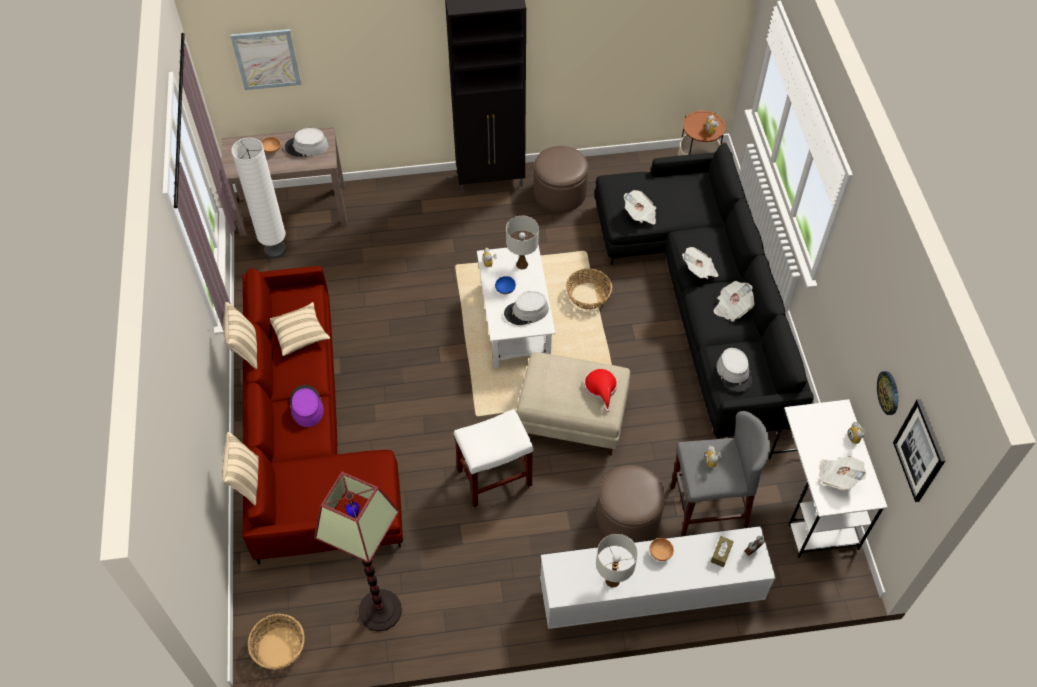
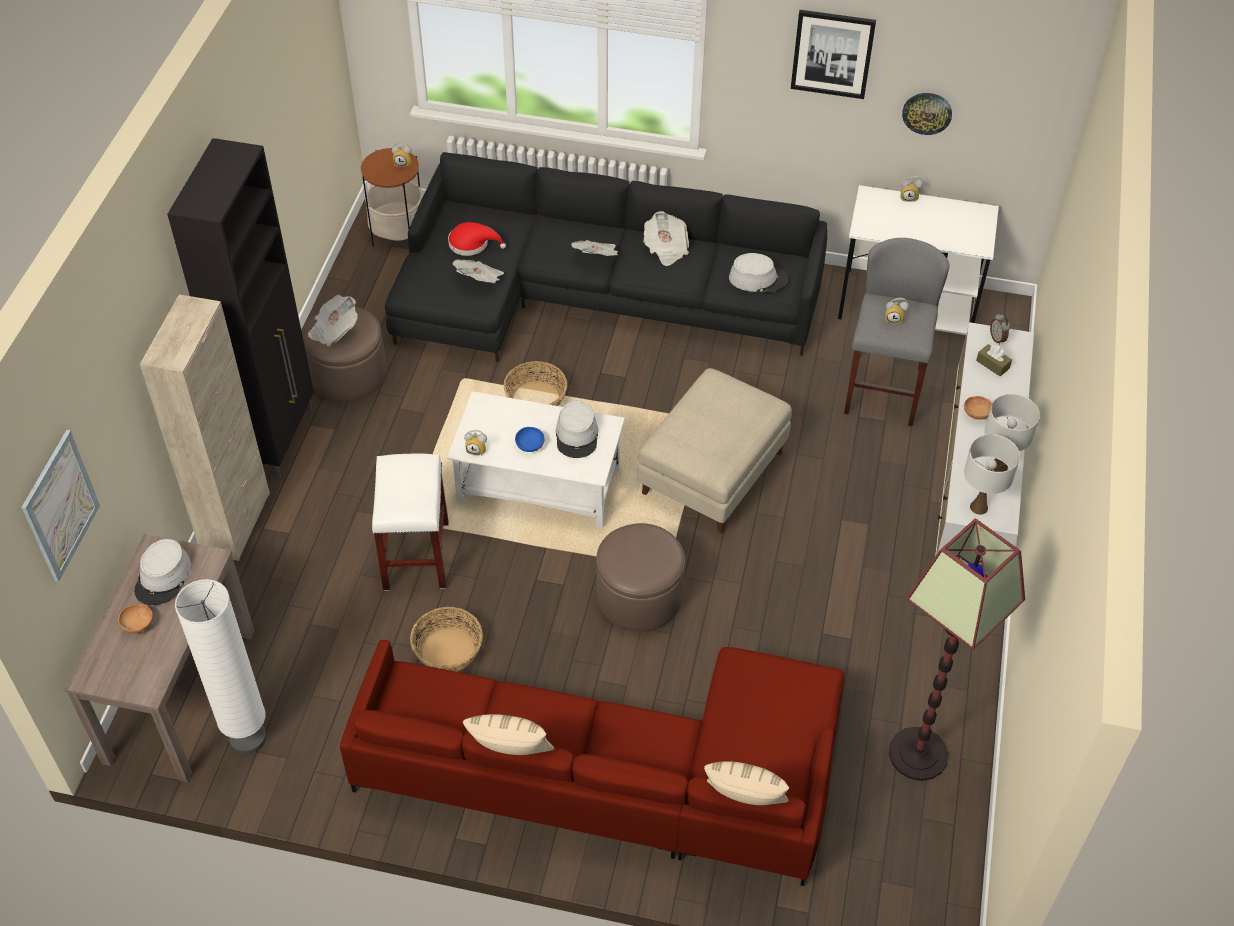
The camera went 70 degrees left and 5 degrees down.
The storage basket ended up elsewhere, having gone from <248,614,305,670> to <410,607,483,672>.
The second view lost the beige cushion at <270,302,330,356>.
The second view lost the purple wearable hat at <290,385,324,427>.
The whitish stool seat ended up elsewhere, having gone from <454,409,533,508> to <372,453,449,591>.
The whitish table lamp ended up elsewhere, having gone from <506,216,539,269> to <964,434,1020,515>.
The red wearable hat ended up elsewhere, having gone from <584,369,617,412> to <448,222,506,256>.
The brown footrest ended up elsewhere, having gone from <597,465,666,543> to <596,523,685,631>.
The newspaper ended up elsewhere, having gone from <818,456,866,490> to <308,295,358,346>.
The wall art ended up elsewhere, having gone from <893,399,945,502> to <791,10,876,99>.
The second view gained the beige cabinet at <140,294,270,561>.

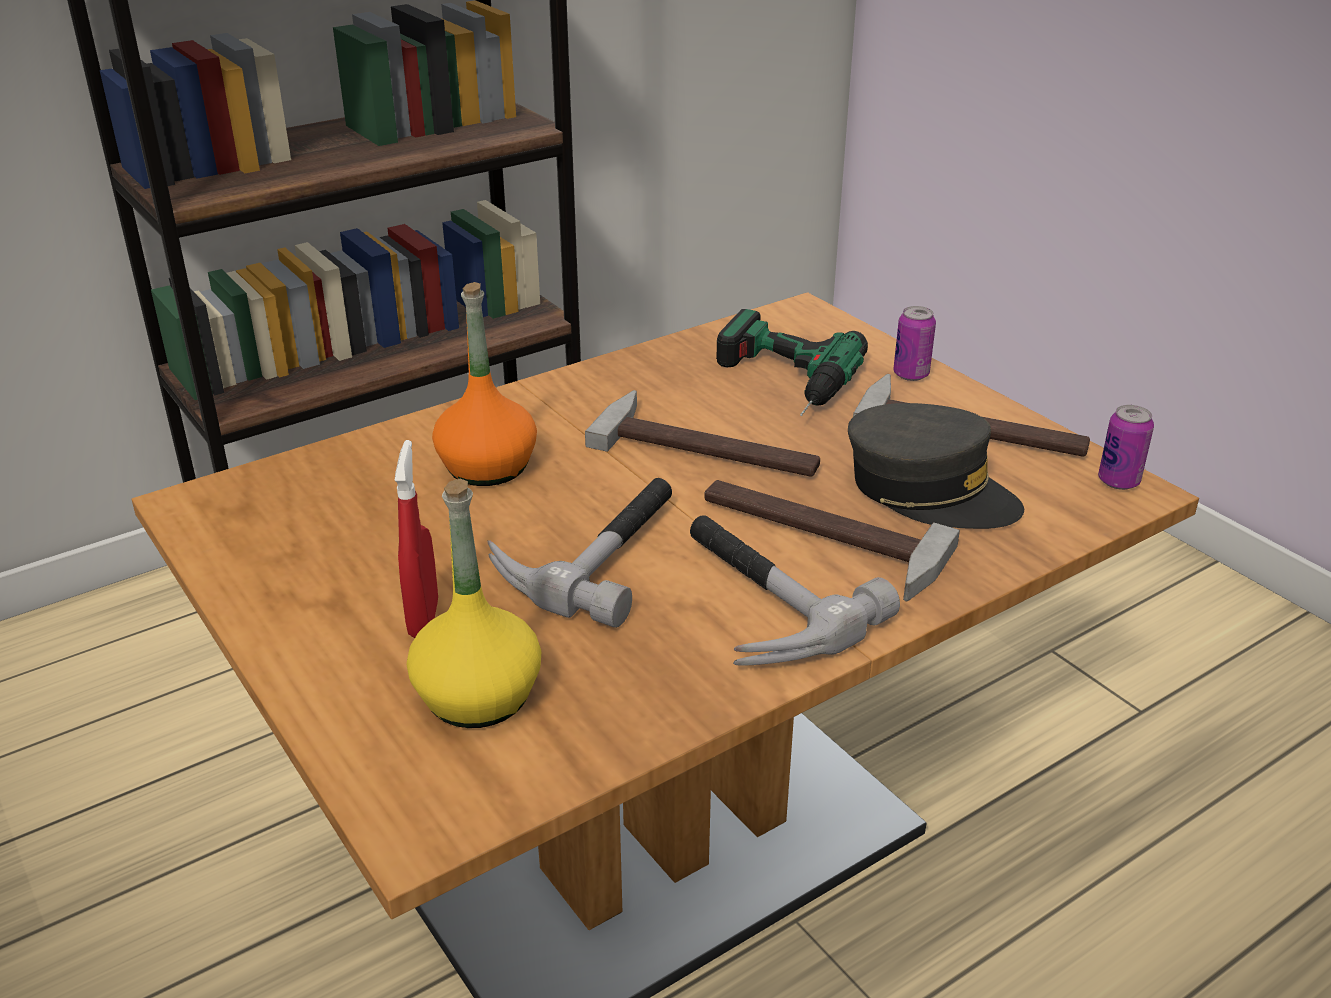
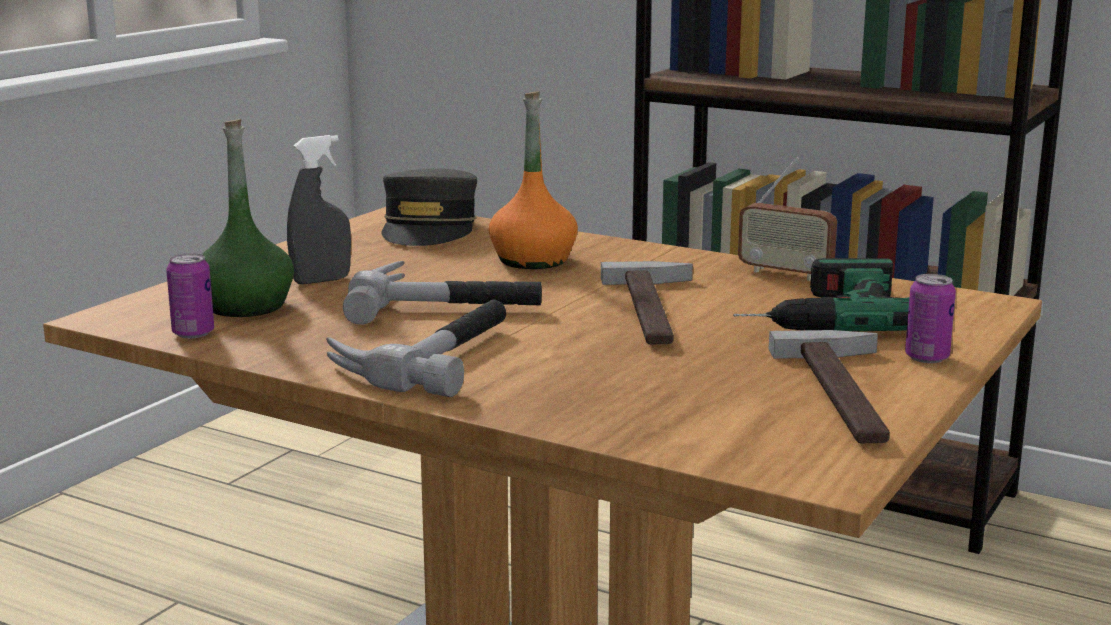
The camera went 65 degrees right and 15 degrees down.
What was the red hand sprayer at <395,440,438,638> turned into the gray hand sprayer at <287,135,351,284>.
What was the yellowish drink bottle at <407,479,541,728> turned into the green drink bottle at <201,119,294,317>.
The second view lost the hammer at <704,480,960,601>.
The gray peaked cap ended up elsewhere, having gone from <848,403,1024,529> to <382,169,477,246>.
The metal can ended up elsewhere, having gone from <1098,405,1154,490> to <166,253,214,338>.
The second view gained the radio receiver at <738,157,837,281>.

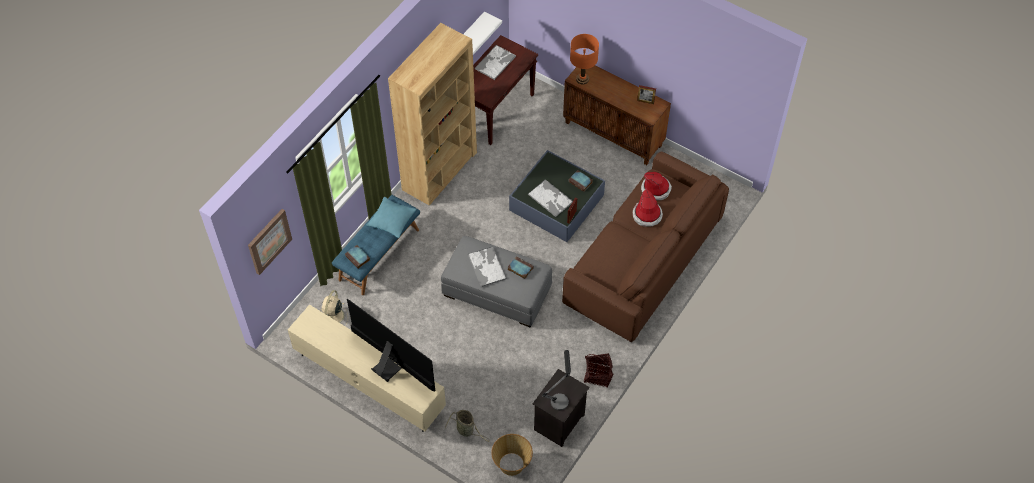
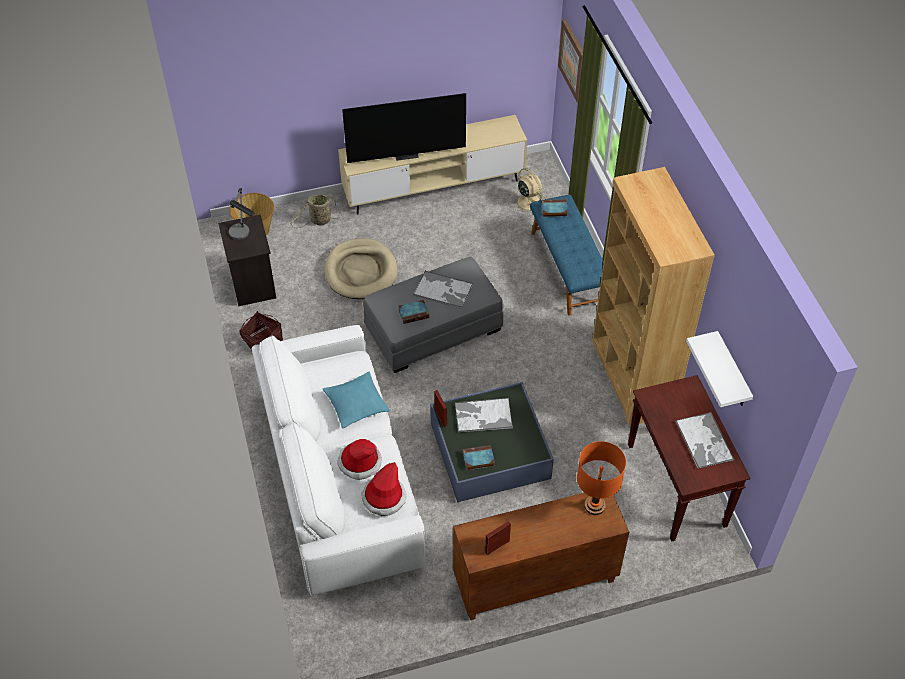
The camera went 130 degrees right and 5 degrees down.
The turquoise-coloured cushion ended up elsewhere, having gone from <366,197,416,238> to <323,372,390,428>.
What was the brown sofa at <562,151,729,342> turned into the whitish sofa at <252,325,426,596>.
The second view gained the beige dog cushion at <325,238,397,299>.

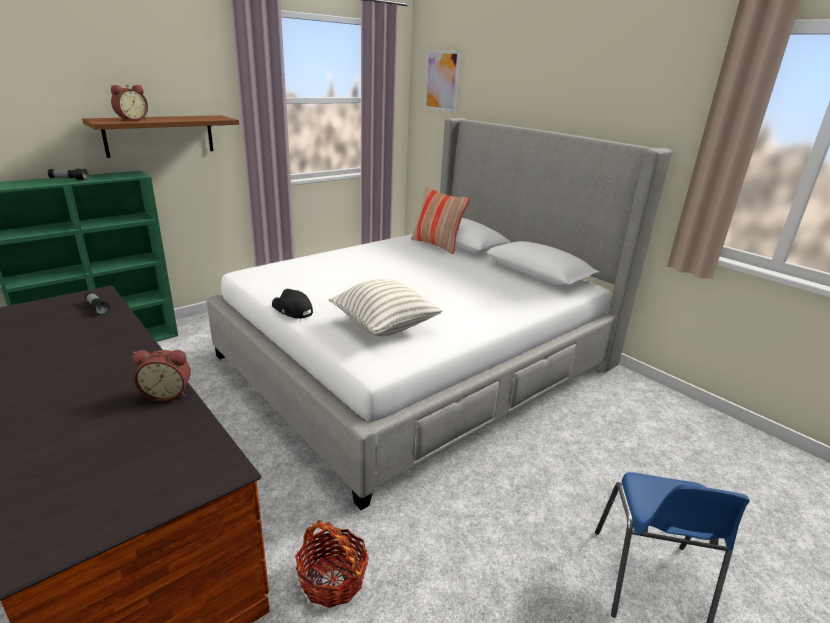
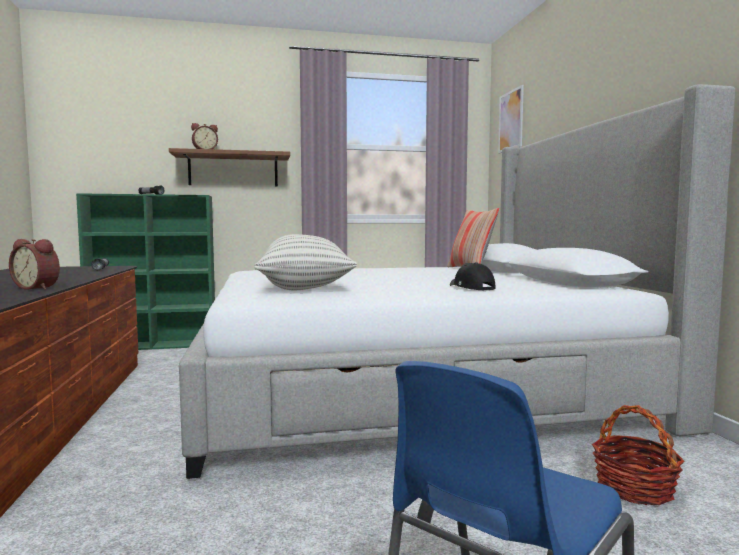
The camera went 30 degrees right and 20 degrees down.
The black peaked cap ended up elsewhere, having gone from <272,289,313,319> to <450,262,496,290>.
The storage basket ended up elsewhere, having gone from <295,520,369,608> to <592,405,685,505>.

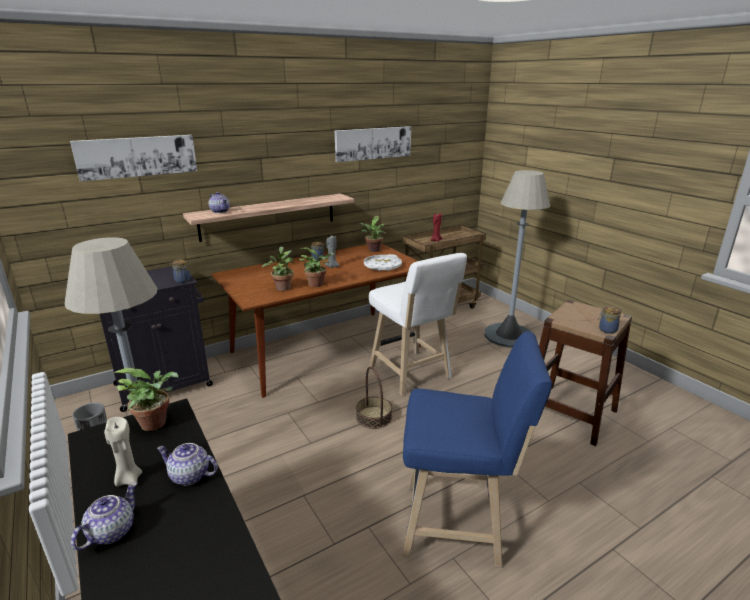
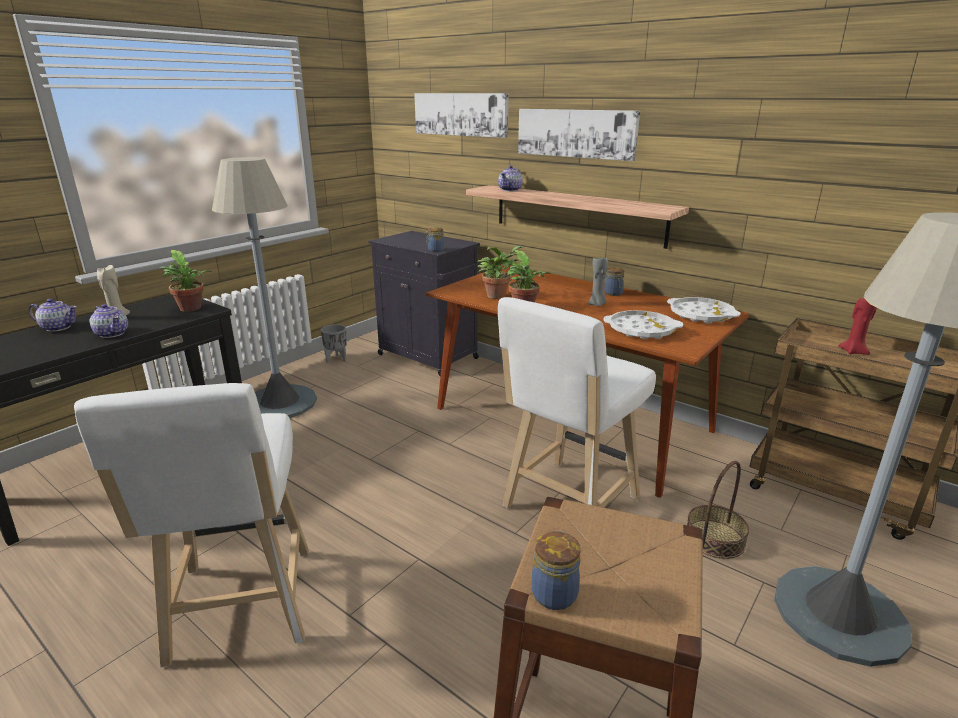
The camera went 70 degrees right and 0 degrees up.
The tea pot at <157,443,218,486> ended up facing another way, 135 degrees clockwise from before.
The wall art ended up elsewhere, having gone from <335,126,411,162> to <518,109,640,161>.
The storage basket ended up elsewhere, having gone from <356,366,392,429> to <687,461,749,559>.
Where the potted plant stood at <358,216,387,252>, the whitish serving tray came to stand at <667,297,741,324>.
What was the bluish stool seat at <403,331,552,568> turned into the whitish stool seat at <74,383,309,667>.

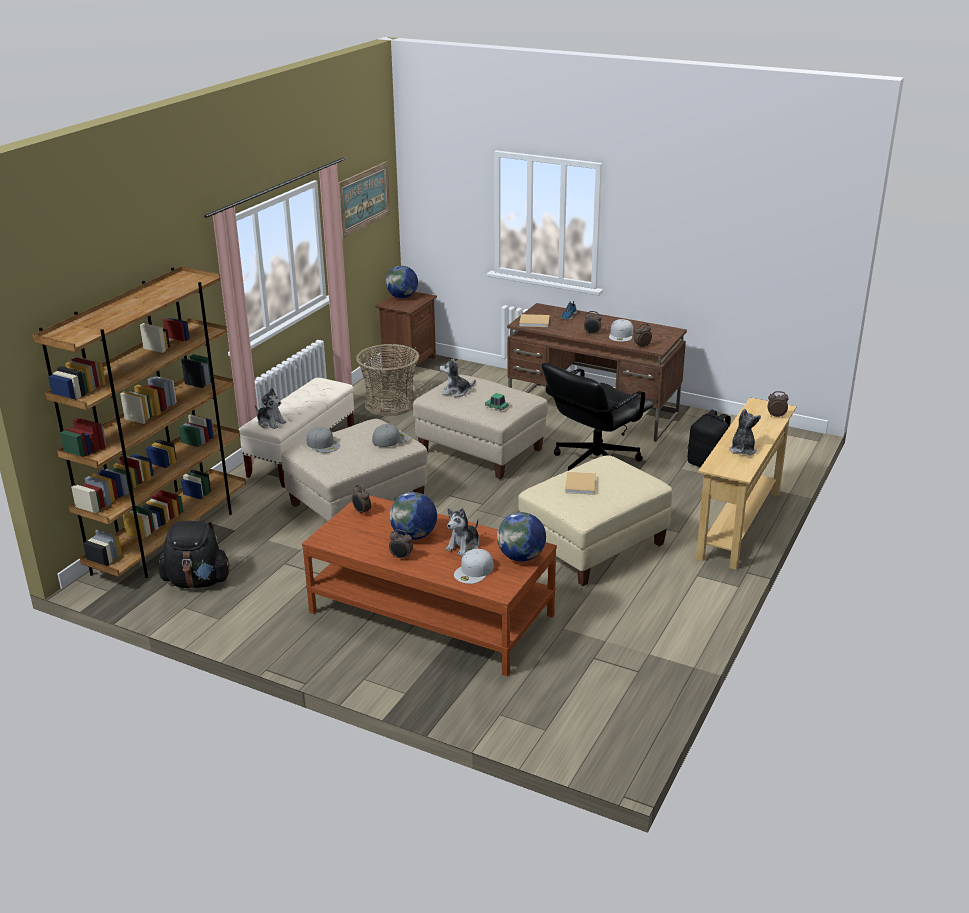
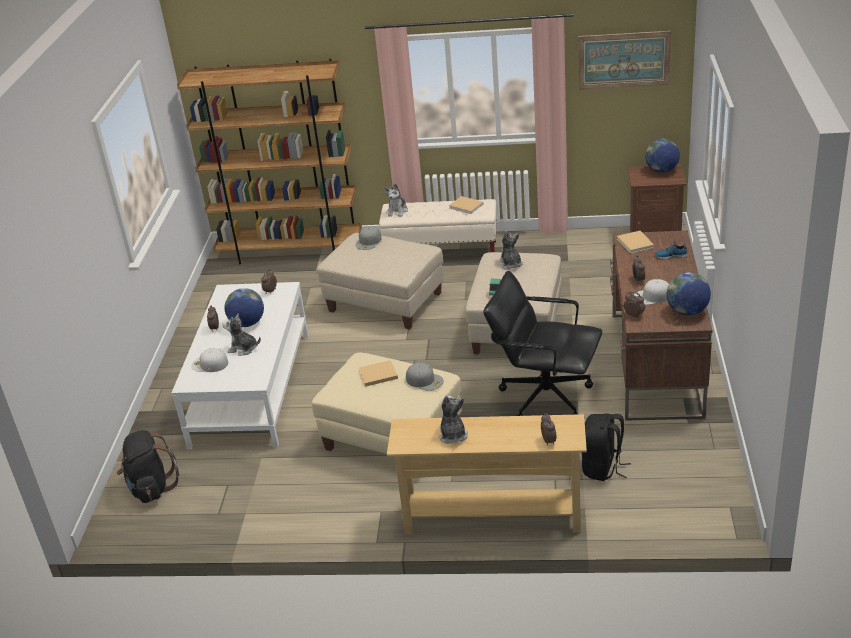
The camera went 70 degrees right and 5 degrees up.
The black rucksack ended up elsewhere, having gone from <159,521,230,589> to <117,430,179,503>.
What was the brown low table at <302,495,557,676> turned into the whitish low table at <172,282,309,449>.
The second view lost the storage basket at <356,344,419,416>.
The gray peaked cap ended up elsewhere, having gone from <372,424,409,447> to <406,363,444,391>.
The desk globe ended up elsewhere, having gone from <497,512,546,561> to <667,272,711,316>.
The plush toy at <729,409,761,455> ended up facing another way, 90 degrees counterclockwise from before.
The second view gained the beige volume at <449,196,484,214>.

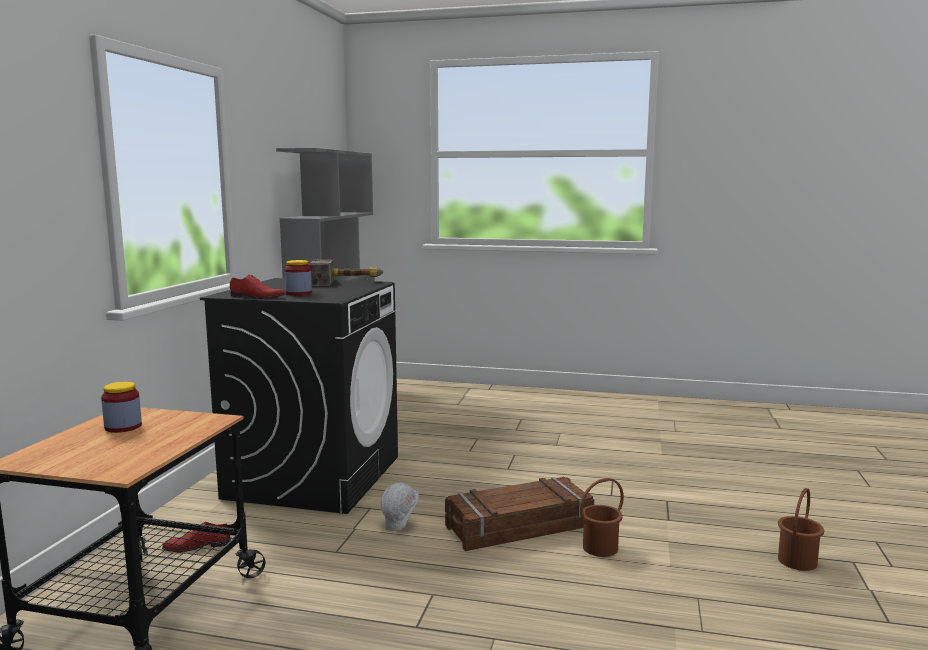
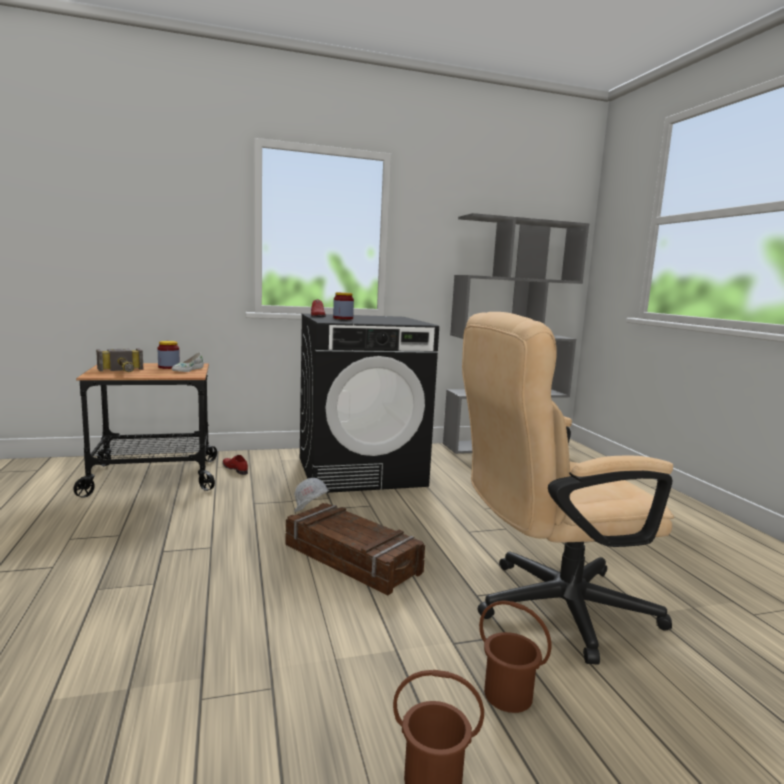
The camera went 60 degrees right and 0 degrees up.
The hammer ended up elsewhere, having gone from <308,259,383,286> to <96,348,144,372>.
The brown bucket ended up elsewhere, having gone from <580,478,624,557> to <479,600,551,713>.
The second view gained the whitish item of footwear at <172,352,204,372>.
The second view gained the beige office chair at <462,312,674,665>.

